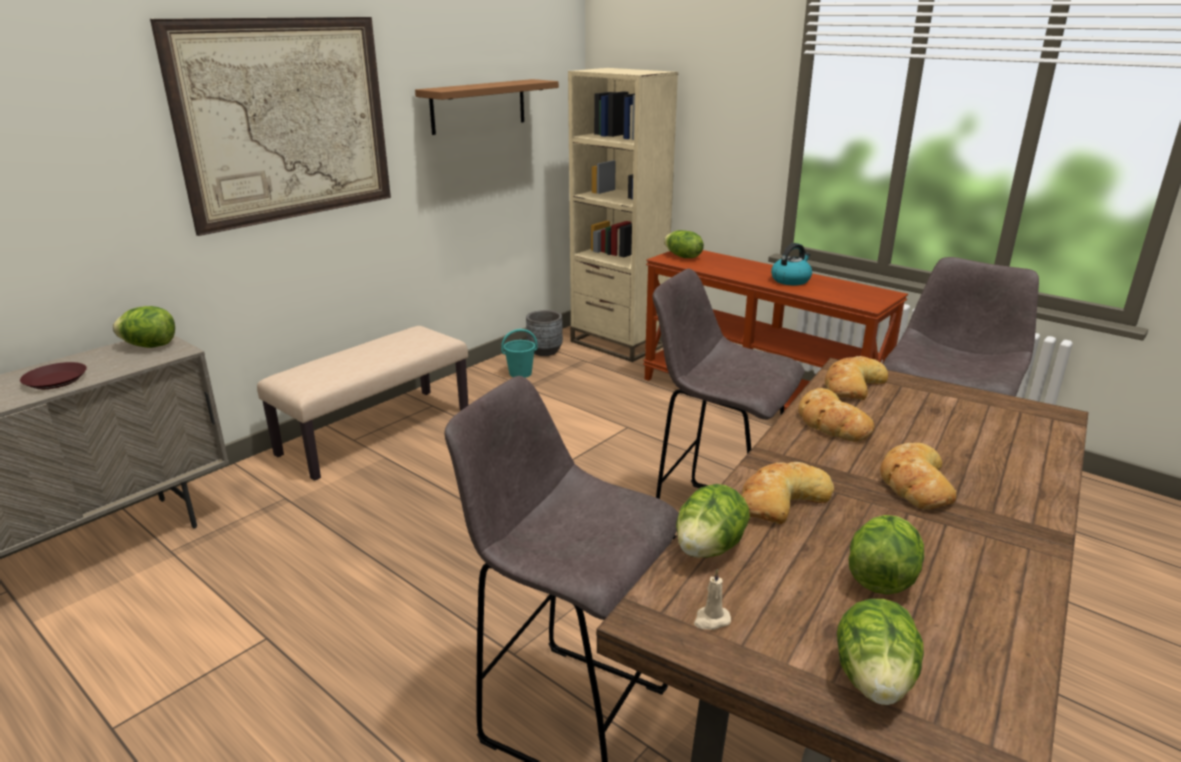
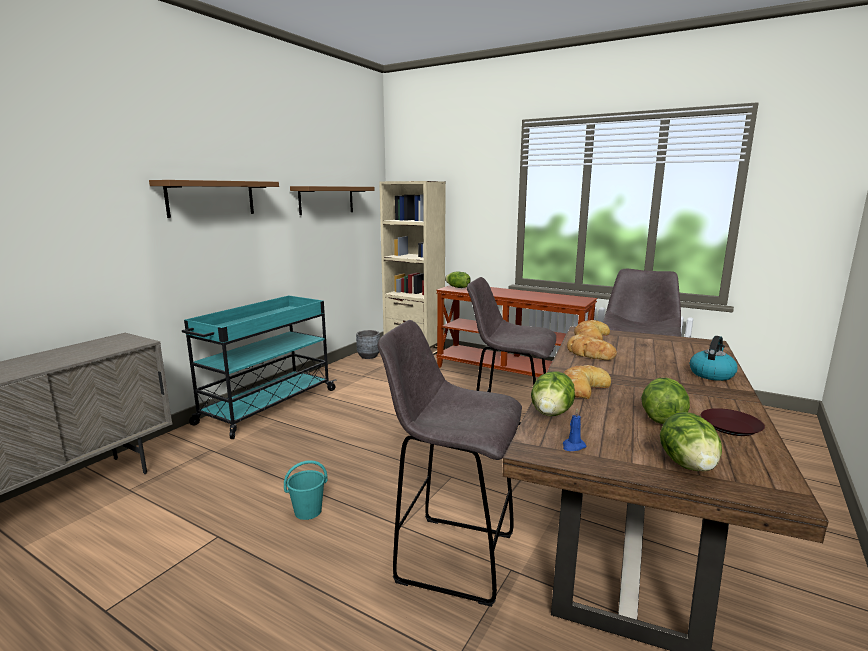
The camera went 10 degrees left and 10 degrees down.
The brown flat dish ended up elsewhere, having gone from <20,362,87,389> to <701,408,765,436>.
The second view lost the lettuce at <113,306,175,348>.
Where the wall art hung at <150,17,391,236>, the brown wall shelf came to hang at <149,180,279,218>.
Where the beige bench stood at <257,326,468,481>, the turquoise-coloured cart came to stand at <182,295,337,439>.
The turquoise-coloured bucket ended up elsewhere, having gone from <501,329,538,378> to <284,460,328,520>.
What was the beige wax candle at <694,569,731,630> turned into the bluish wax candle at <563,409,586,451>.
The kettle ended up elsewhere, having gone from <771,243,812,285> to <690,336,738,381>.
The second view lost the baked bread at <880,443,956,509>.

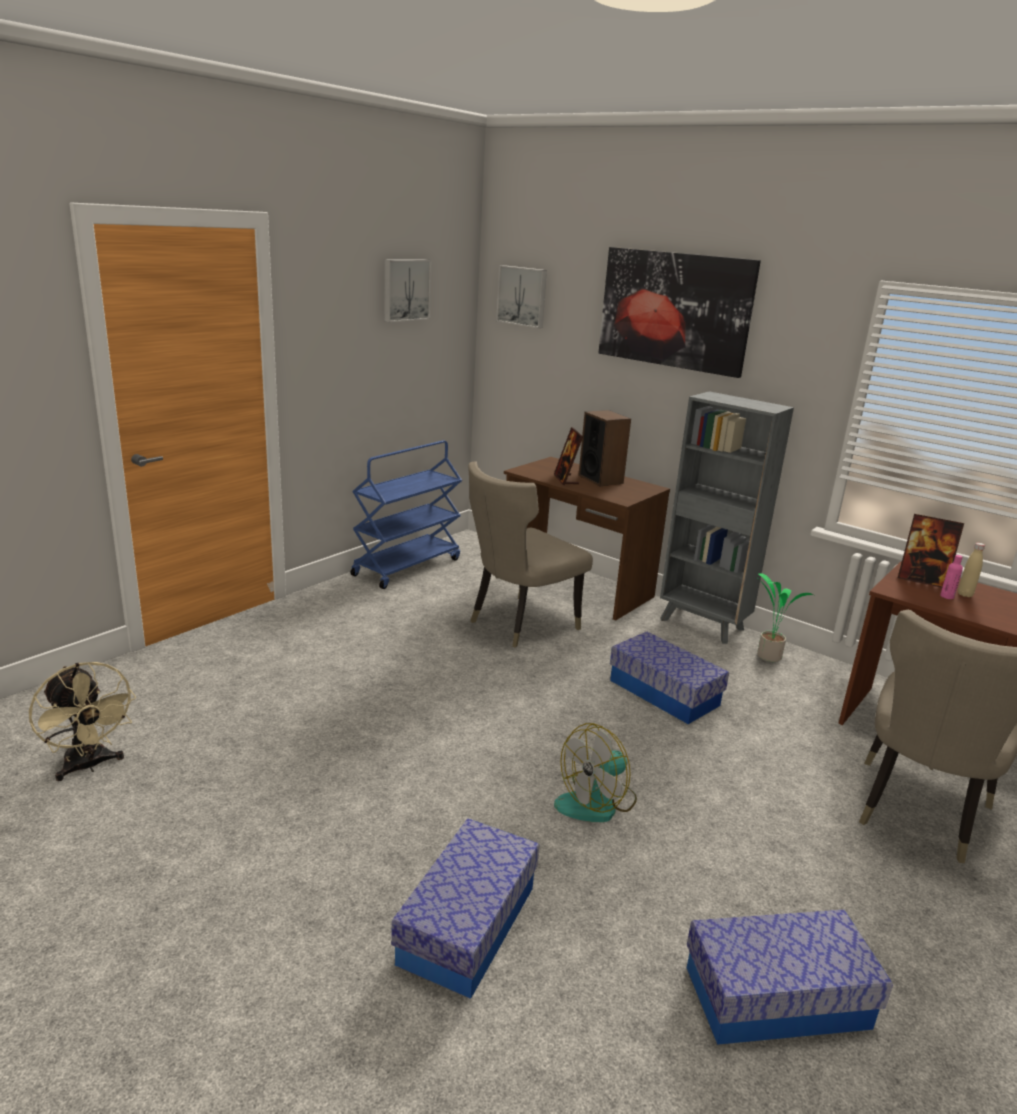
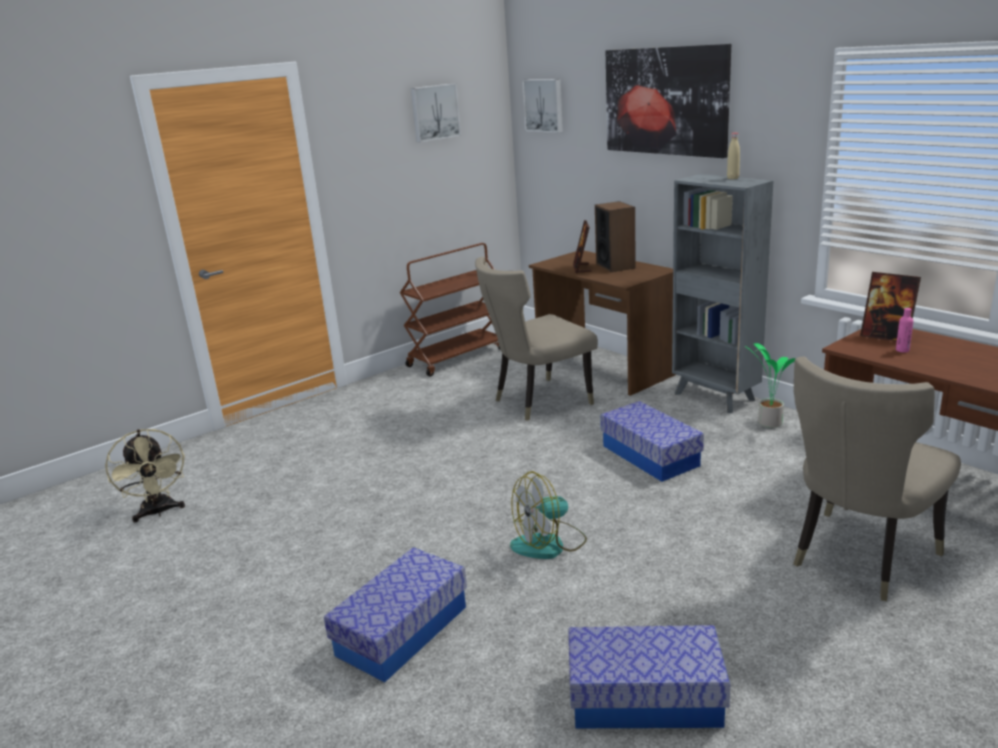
The camera went 15 degrees right and 0 degrees up.
What was the bluish cart at <350,440,462,589> turned into the brown cart at <400,243,500,377>.
The beige drink bottle ended up elsewhere, having gone from <958,543,985,597> to <727,133,740,179>.

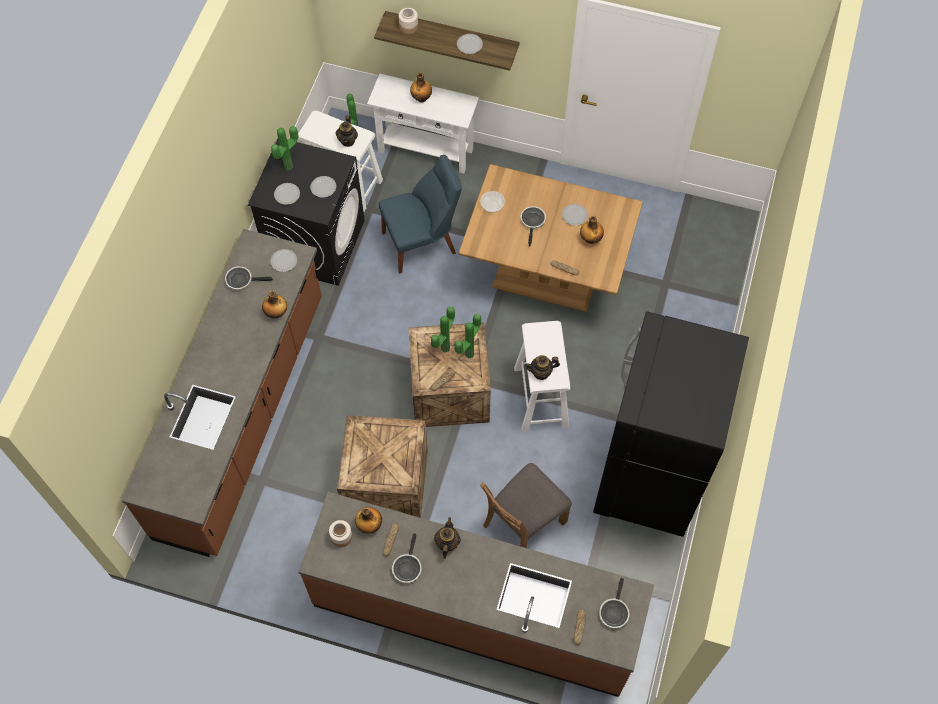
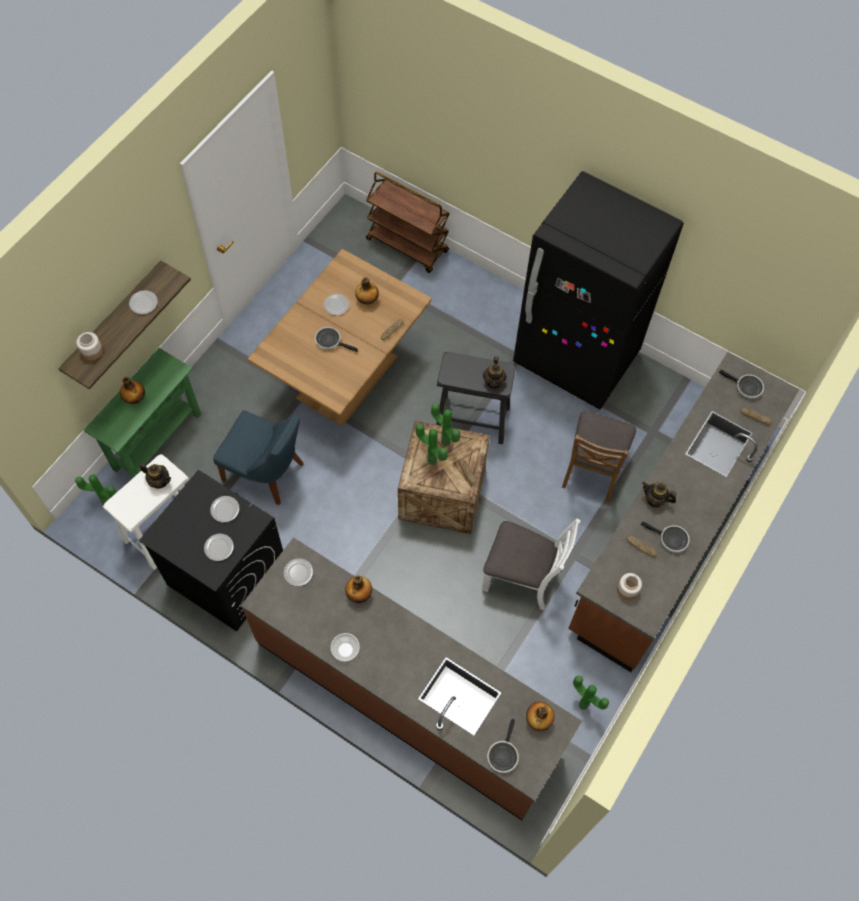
The camera went 75 degrees left and 0 degrees up.
The skillet ended up elsewhere, having gone from <225,266,273,290> to <487,719,519,773>.
The potted plant ended up elsewhere, having gone from <271,126,298,170> to <573,675,609,710>.
Where the crate stood at <337,415,428,518>, the whitish chair came to stand at <482,518,581,610>.
The drink bottle ended up elsewhere, having gone from <355,507,382,533> to <526,702,554,731>.
What was the whitish narrow table at <367,74,479,174> turned into the green narrow table at <83,348,201,479>.
The bluish chair at <379,155,462,274> ended up facing another way, 120 degrees clockwise from before.
The brown chair at <480,463,572,548> ended up facing another way, 45 degrees clockwise from before.
The deep dish ended up elsewhere, having gone from <481,191,505,213> to <331,633,360,662>.
What was the whitish stool seat at <514,321,570,431> turned into the black stool seat at <436,352,516,444>.
The second view gained the brown cart at <366,172,450,273>.

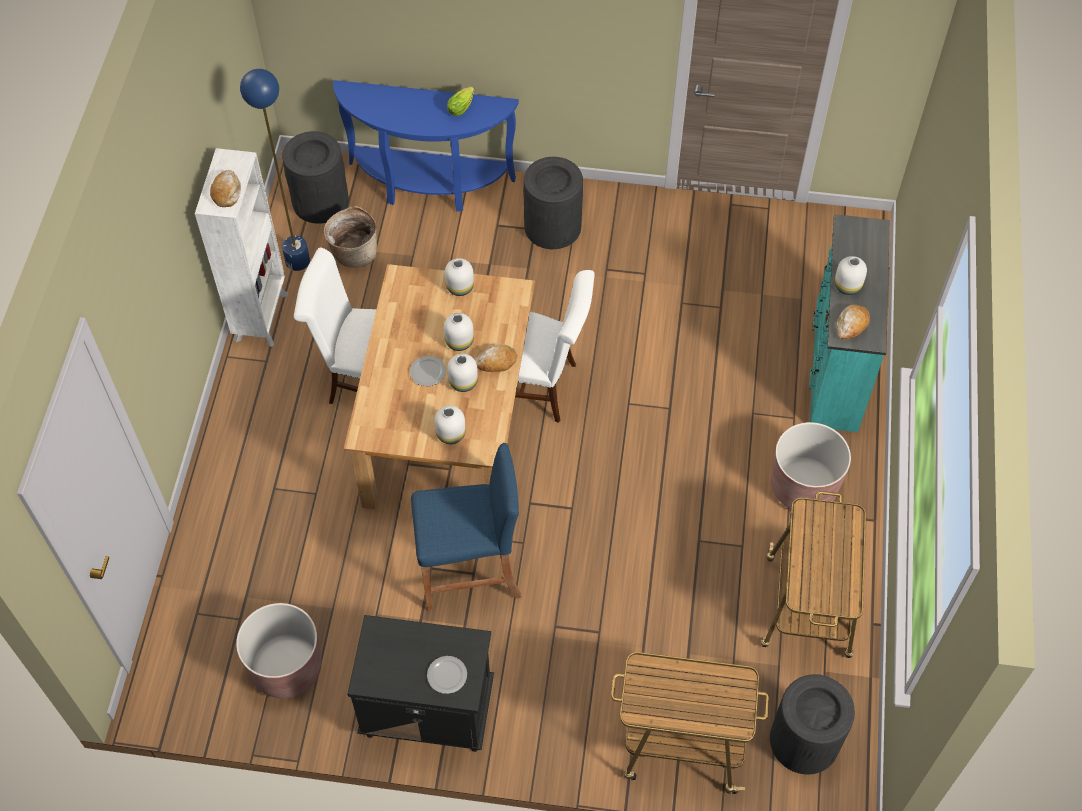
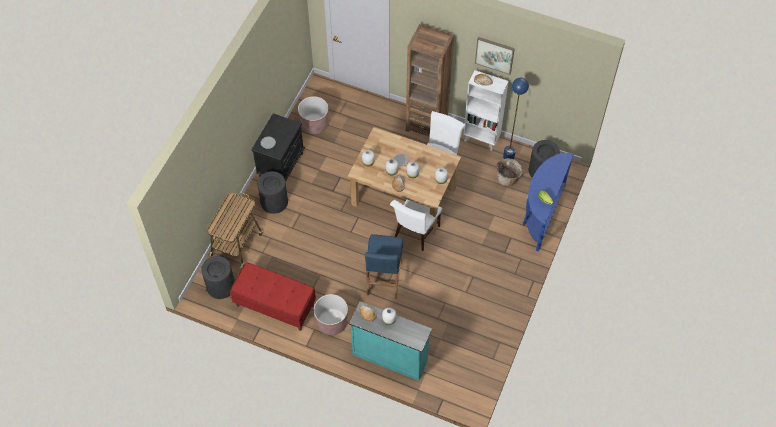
The camera went 105 degrees right and 0 degrees up.
The bluish stool seat ended up elsewhere, having gone from <411,443,522,611> to <365,234,403,299>.
The black trash can ended up elsewhere, having gone from <523,157,583,249> to <257,171,288,214>.
Where the cart stood at <761,491,866,658>, the red bench came to stand at <230,262,316,331>.
The second view gained the brown bookcase at <406,24,454,137>.
The second view gained the wall art at <475,37,515,75>.

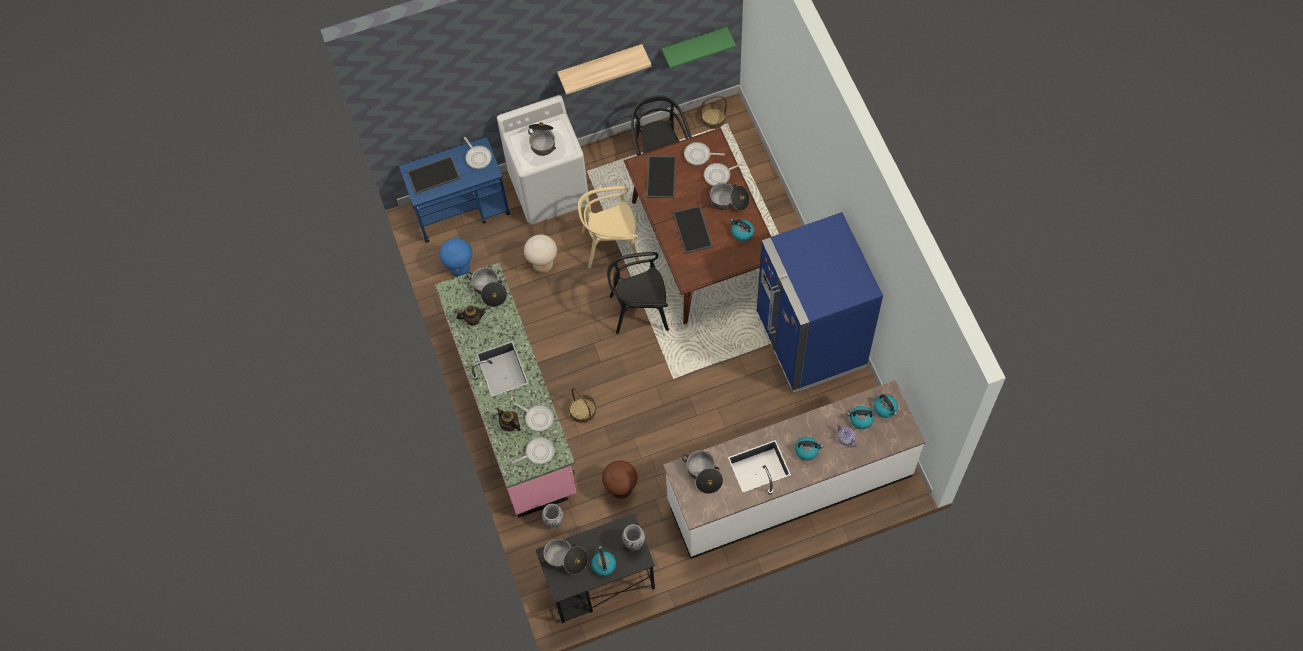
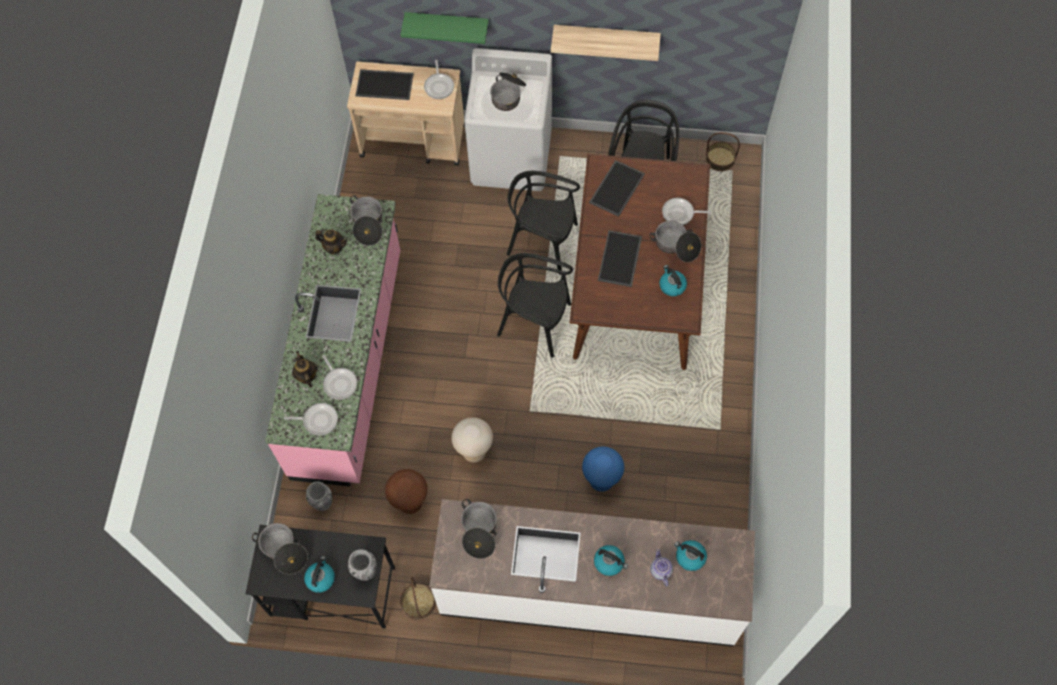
The camera went 25 degrees right and 0 degrees up.
What was the bluish cart at <399,137,510,243> turned into the beige cart at <347,62,465,165>.
The bluish stool seat ended up elsewhere, having gone from <439,238,472,277> to <582,447,624,492>.
The beige stool seat ended up elsewhere, having gone from <524,234,557,273> to <451,417,493,463>.
The storage basket ended up elsewhere, having gone from <568,388,596,423> to <400,577,436,620>.
What was the beige chair at <578,186,639,268> turned into the black chair at <507,171,580,275>.
The green wall shelf ended up elsewhere, having gone from <662,27,736,69> to <400,12,488,44>.
The second view lost the skillet at <684,142,725,165>.
The second view lost the bluish refrigerator at <757,212,883,392>.
The second view lost the kettle at <874,394,898,418>.

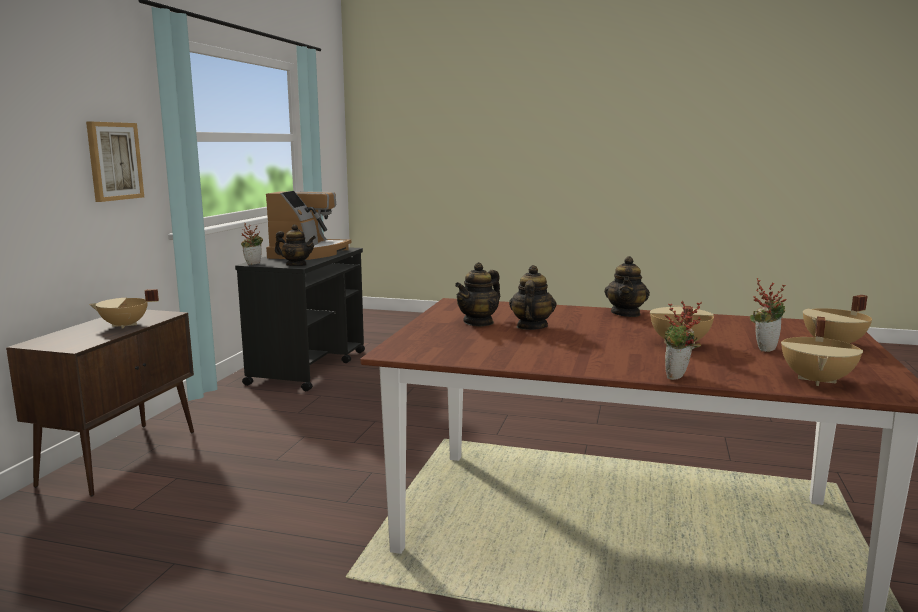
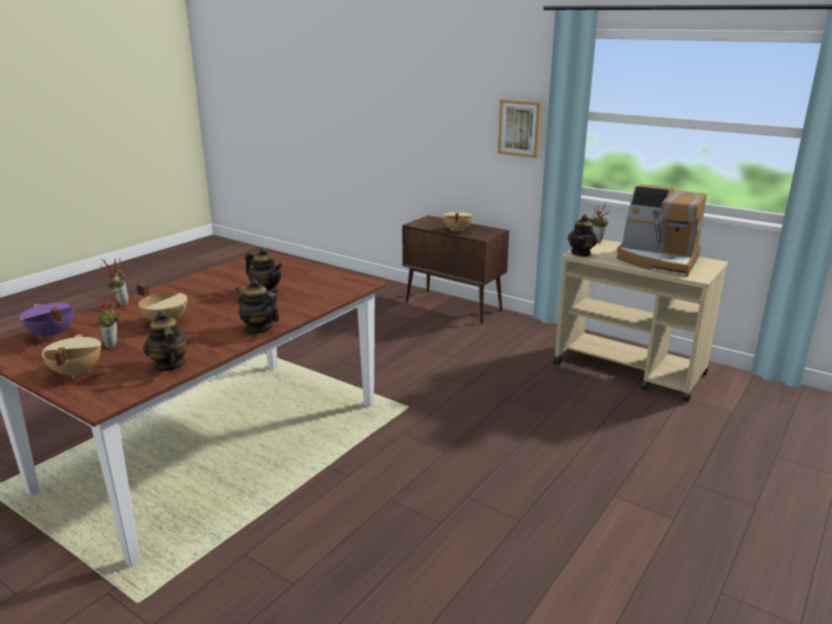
The camera went 110 degrees right and 10 degrees up.
What was the black cart at <235,247,365,391> turned into the beige cart at <553,239,728,402>.
The tea pot ended up elsewhere, having gone from <455,262,500,327> to <143,311,190,372>.
What was the beige cooking pot at <781,317,863,386> turned into the purple cooking pot at <20,303,74,338>.

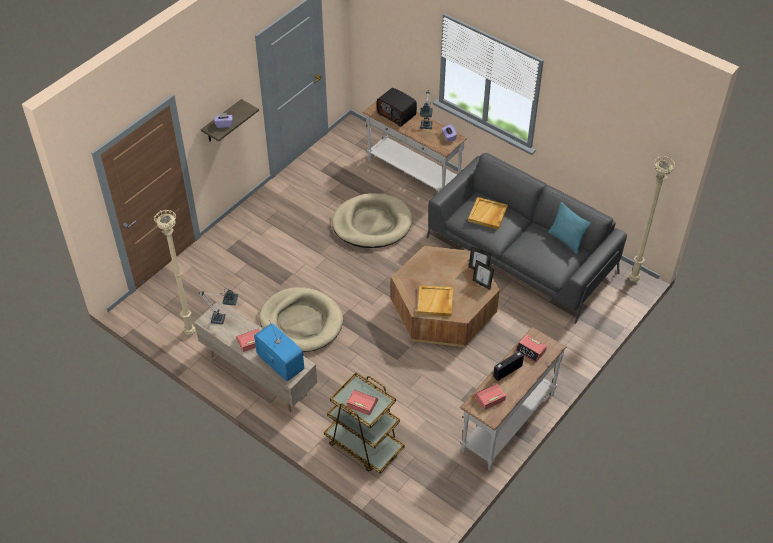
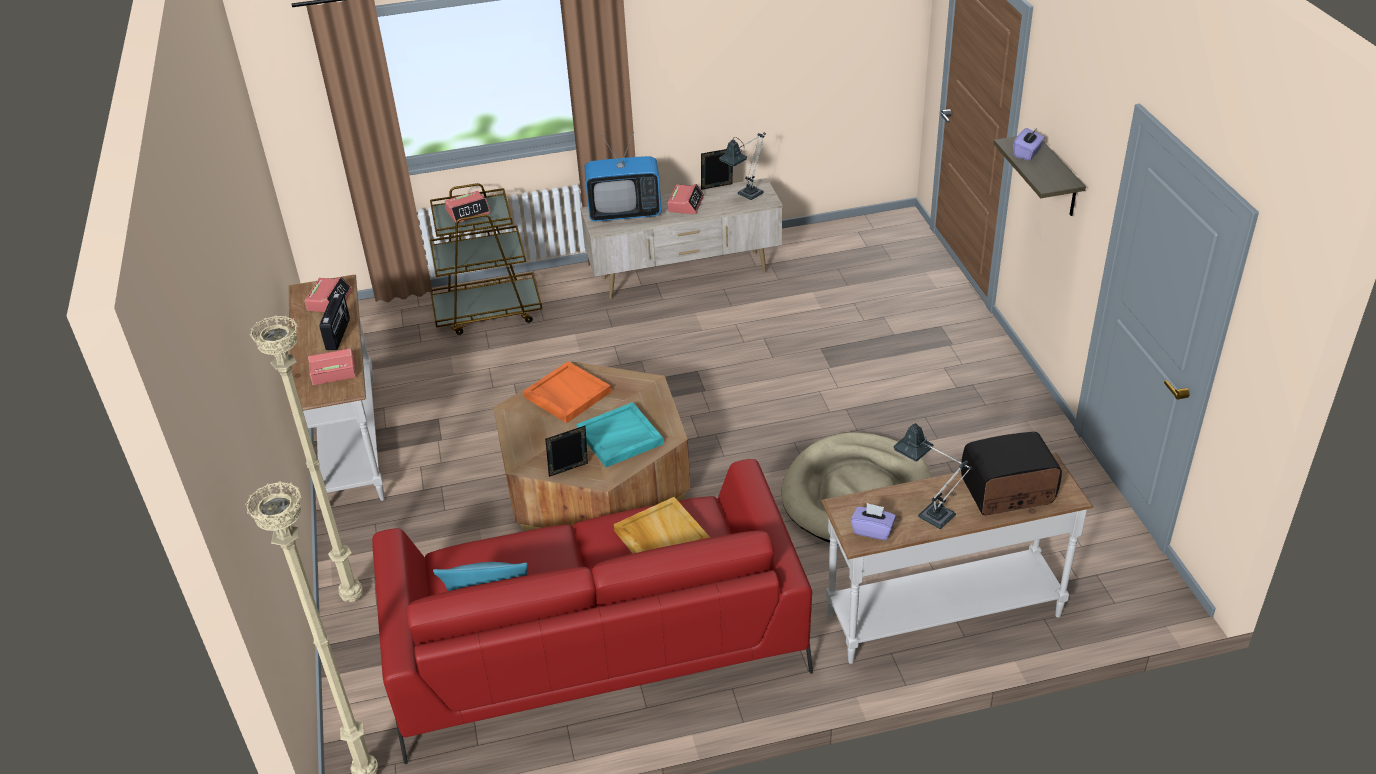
The camera went 130 degrees right and 10 degrees down.
The beige floor lamp ended up elsewhere, having gone from <154,209,195,336> to <250,315,363,602>.
The second view lost the beige dog cushion at <259,287,343,352>.
What was the beige serving tray at <417,285,453,317> turned into the orange-coloured serving tray at <523,361,611,423>.
What was the gray sofa at <426,153,627,324> turned into the red sofa at <372,459,813,764>.
The picture frame ended up elsewhere, having gone from <472,260,494,290> to <701,149,733,190>.
The second view gained the turquoise-coloured serving tray at <576,402,663,467>.

